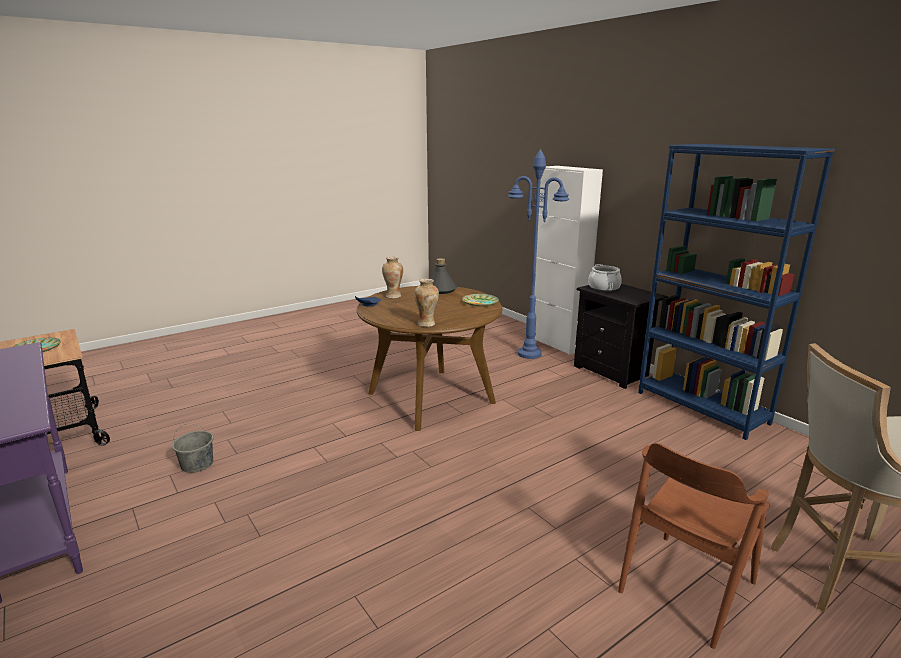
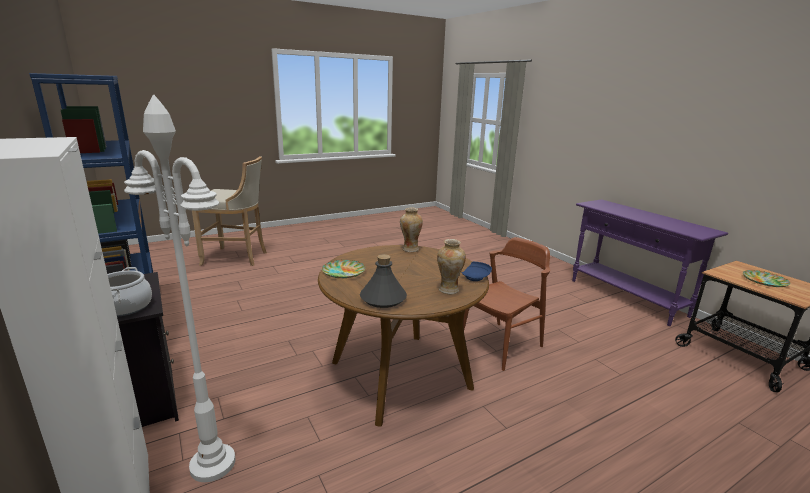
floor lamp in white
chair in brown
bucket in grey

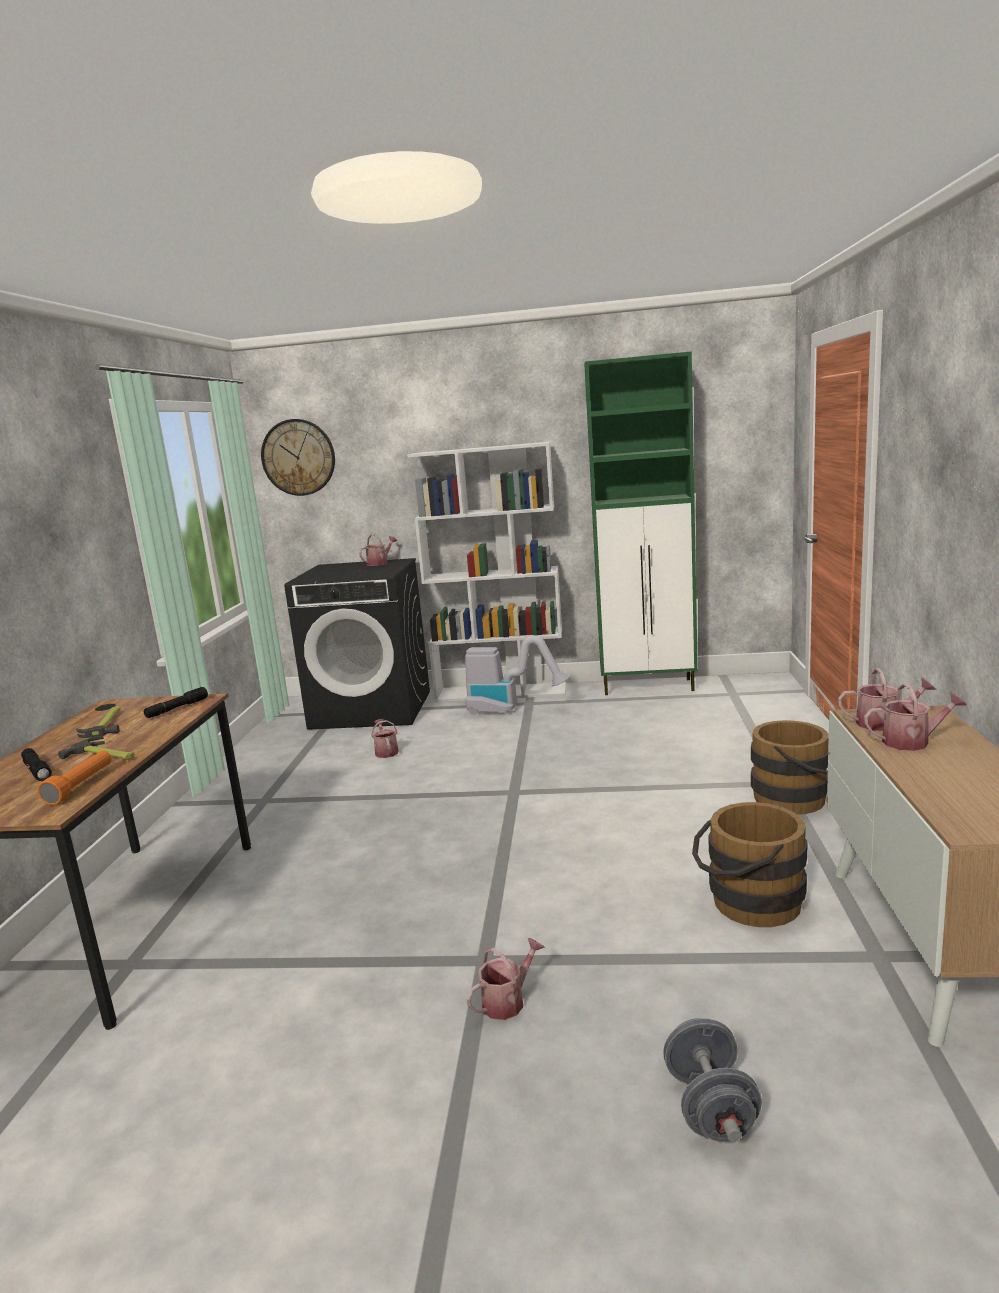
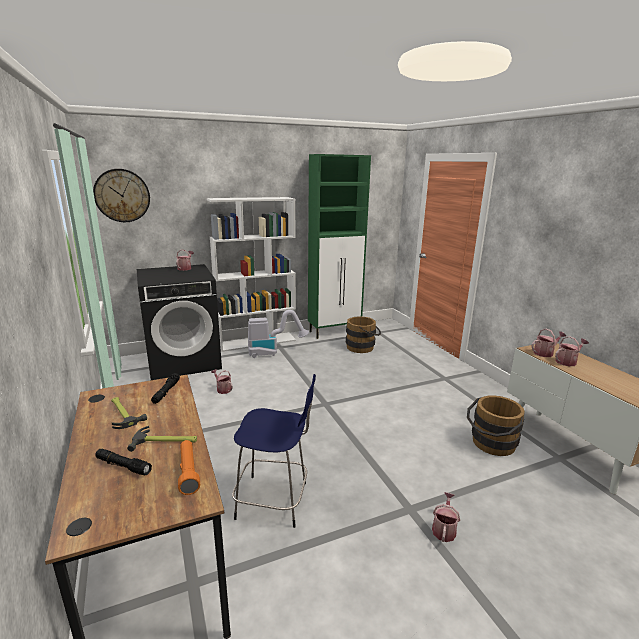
stool in blue
bucket in brown (no. 1 from left)
dumbbell in grey

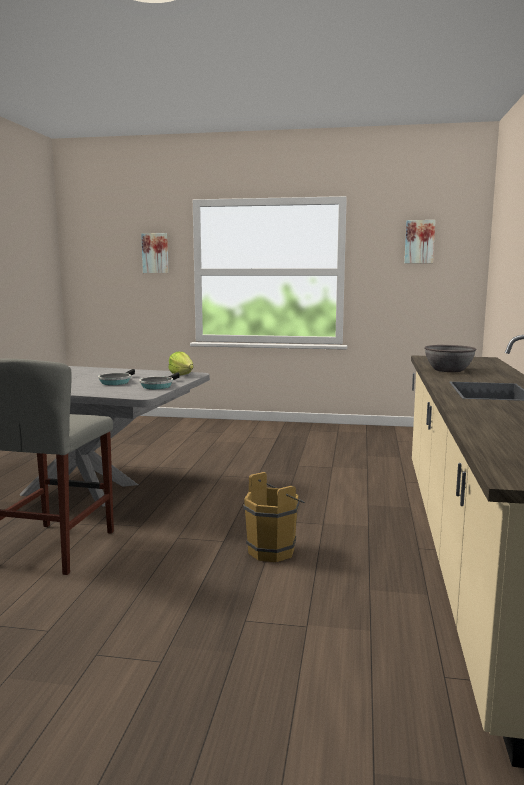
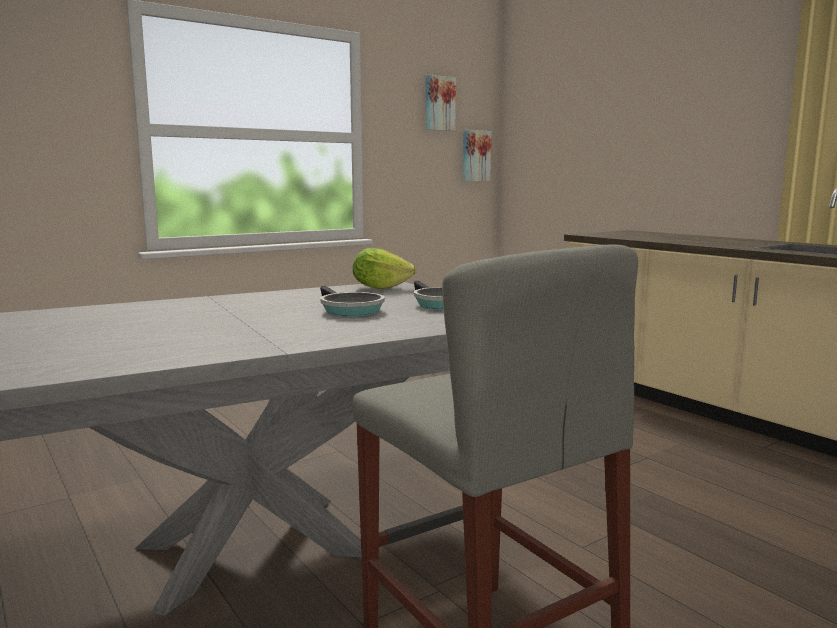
picture (no. 2 from left)
bucket in brown
bowl in grey

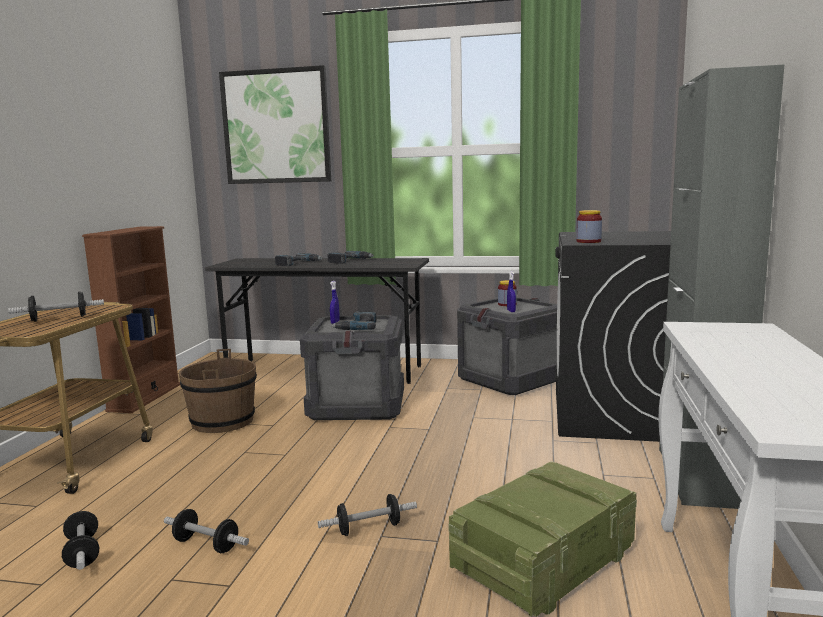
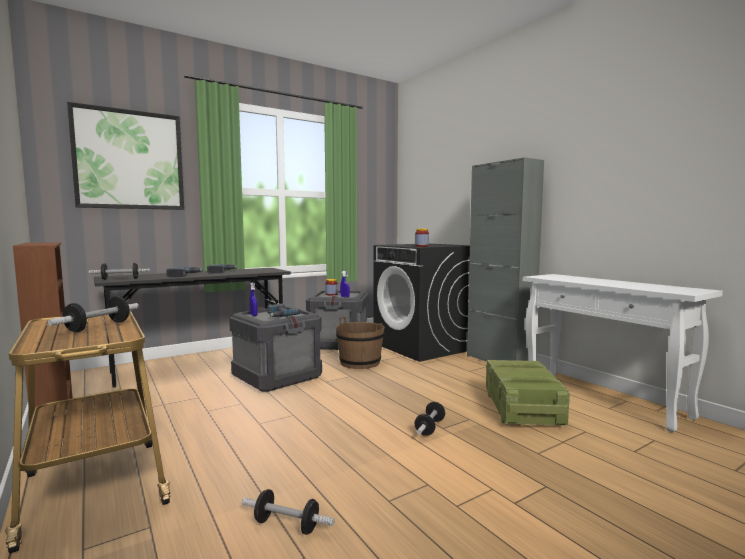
dumbbell (no. 2 from left)
bucket in brown

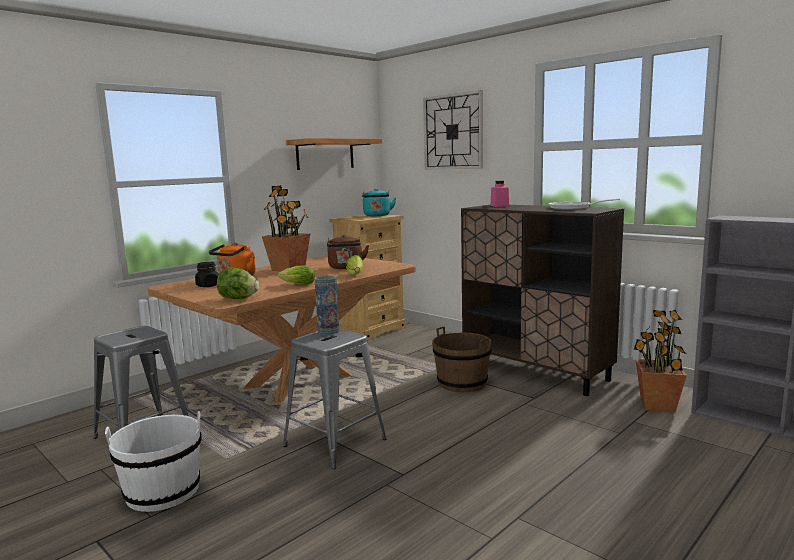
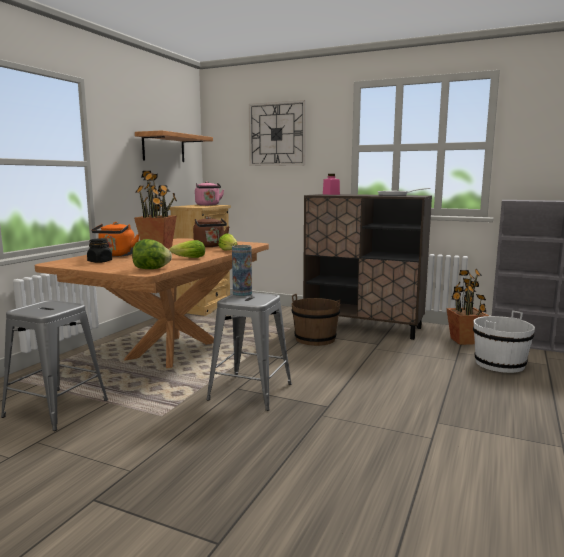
kettle in pink
bucket in white

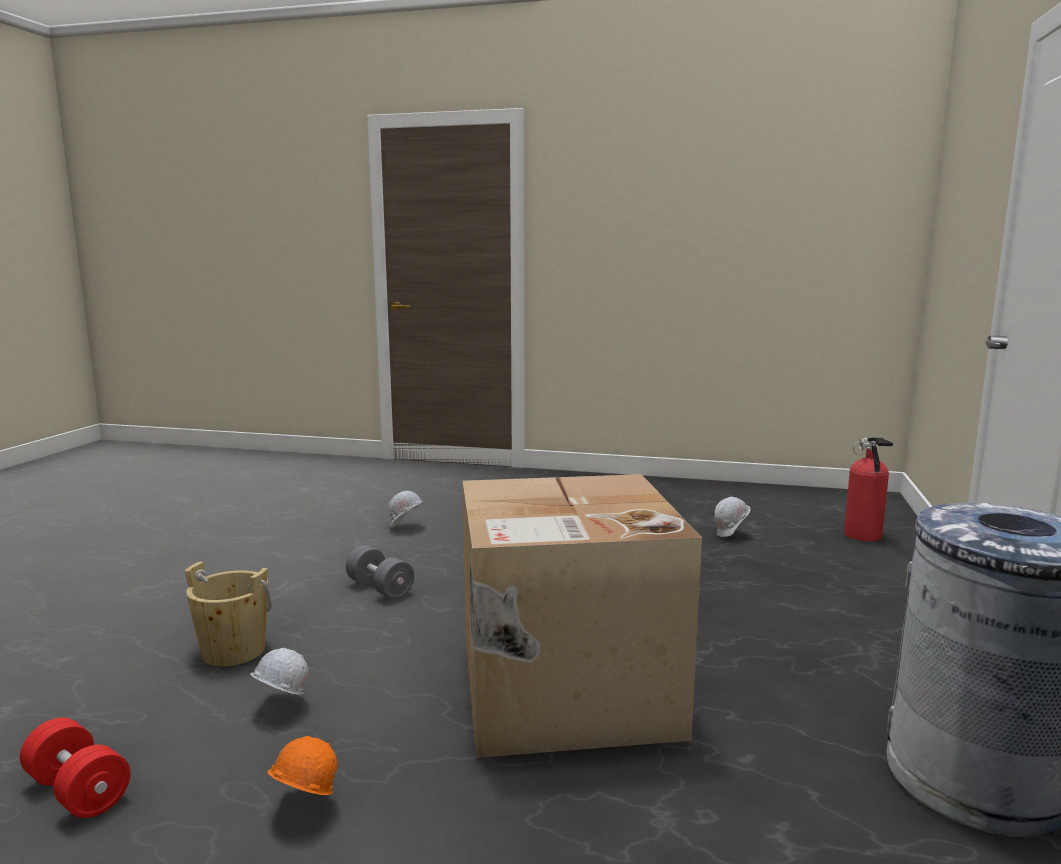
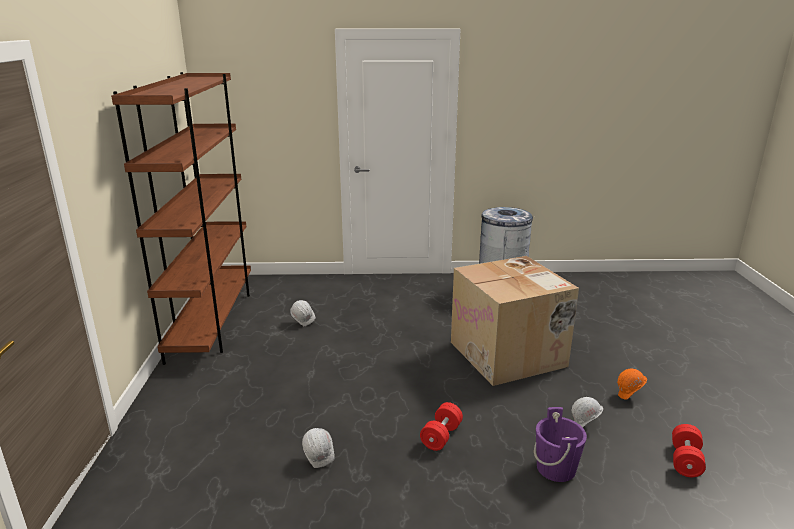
bookcase in brown
dumbbell in red (no. 1 from left)
bucket in purple
fire extinguisher

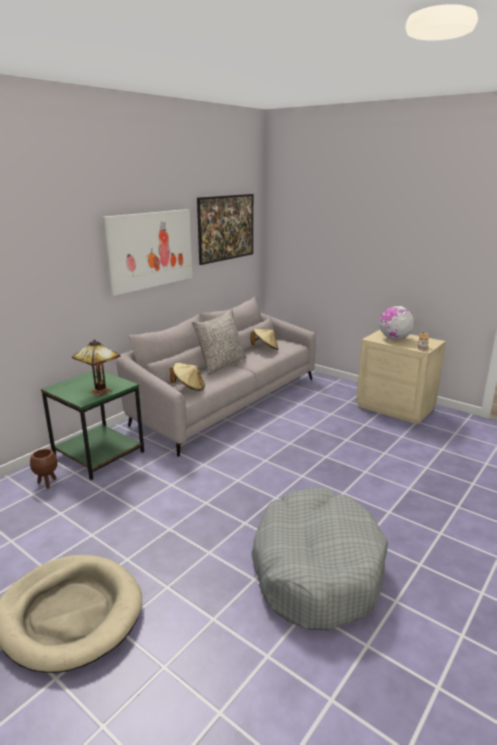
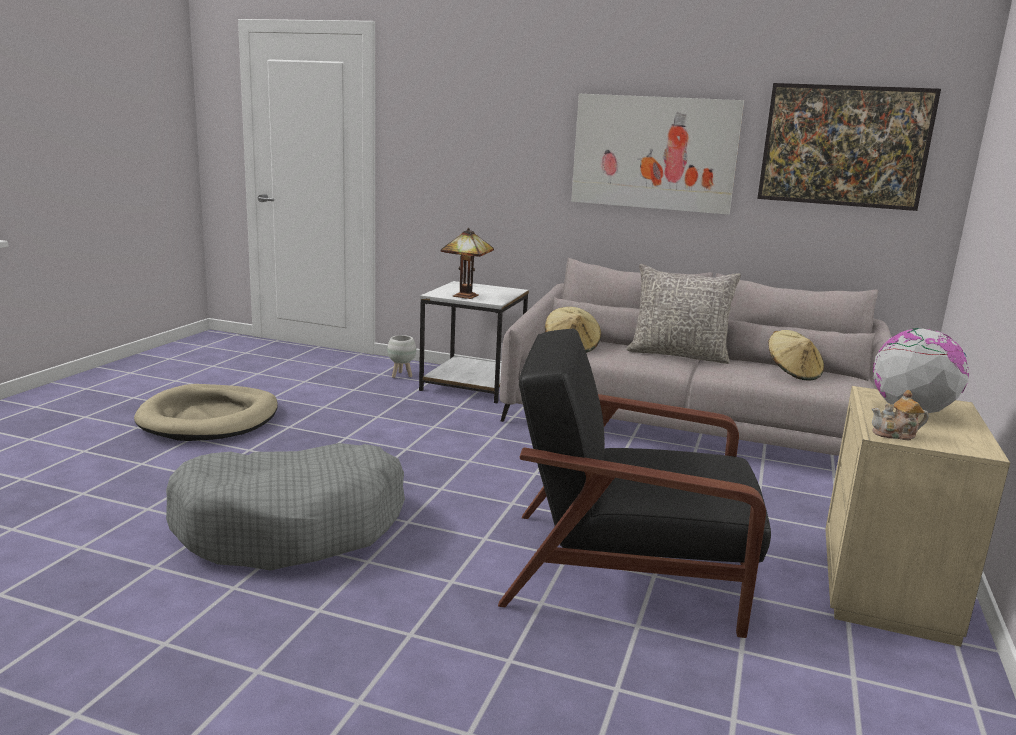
planter in white
side table in white
armchair in black

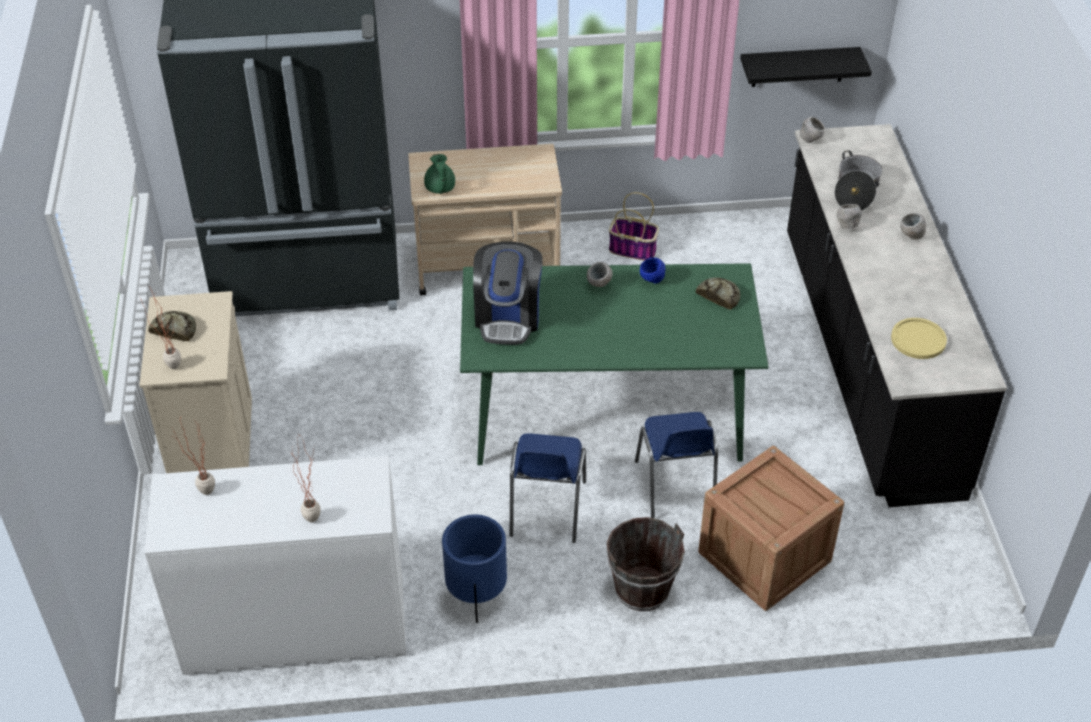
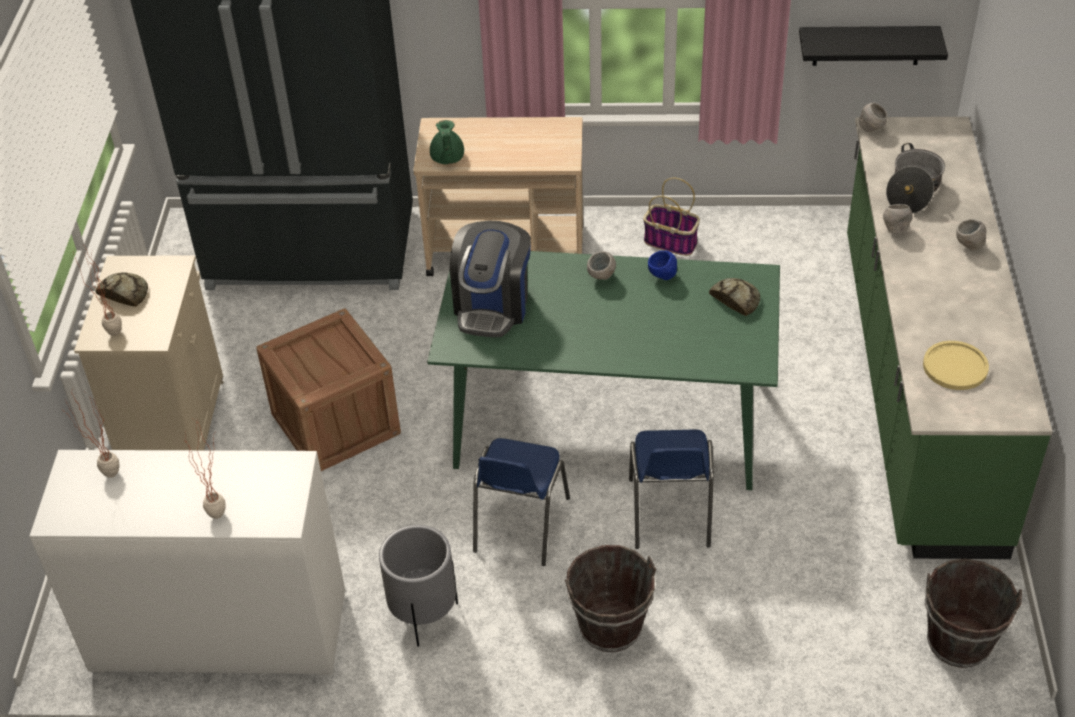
crate
planter in grey
counter in green
bucket in brown (no. 2 from left)

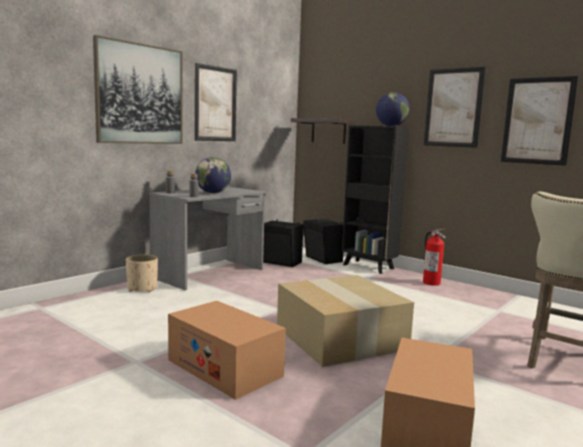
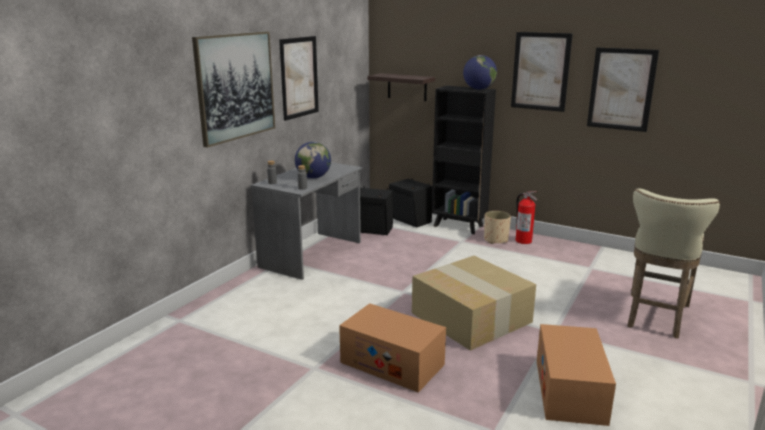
planter in beige

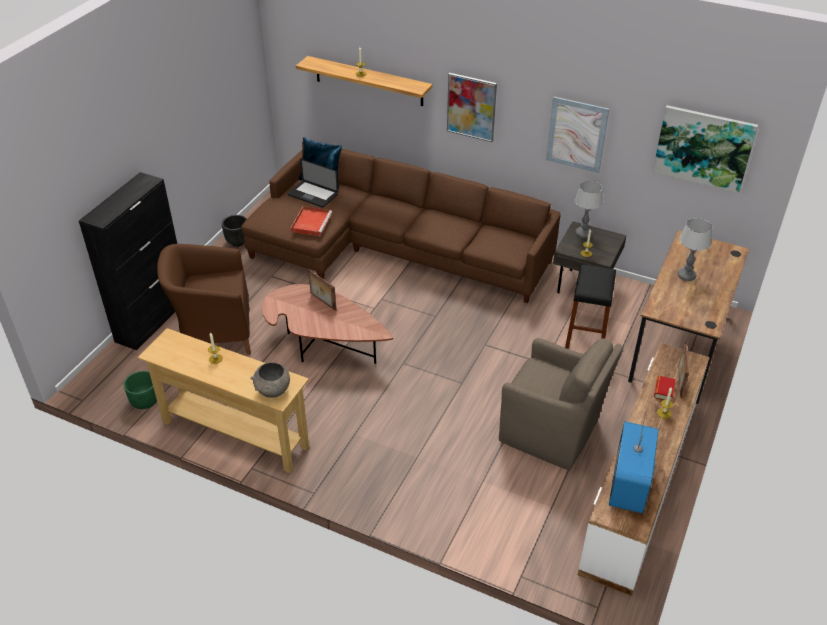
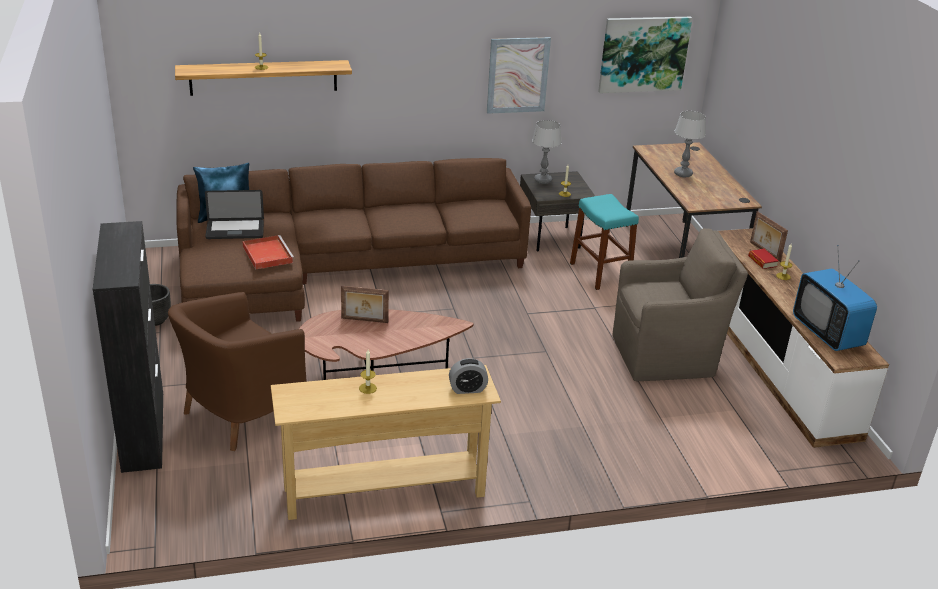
alarm clock
stool in turquoise
planter in green
picture (no. 1 from left in the first image)

